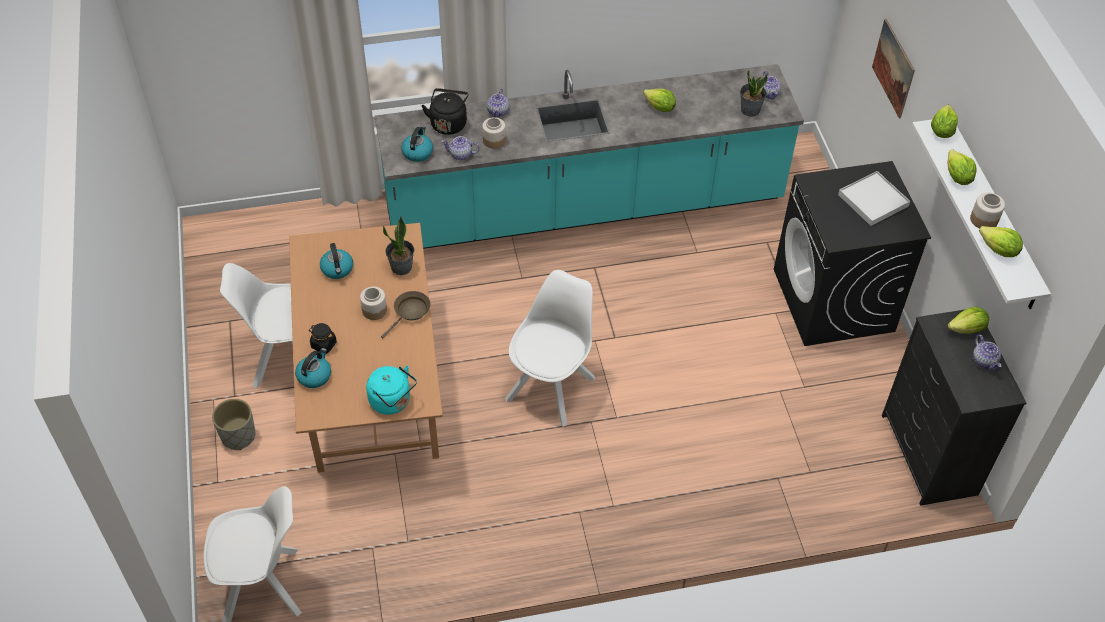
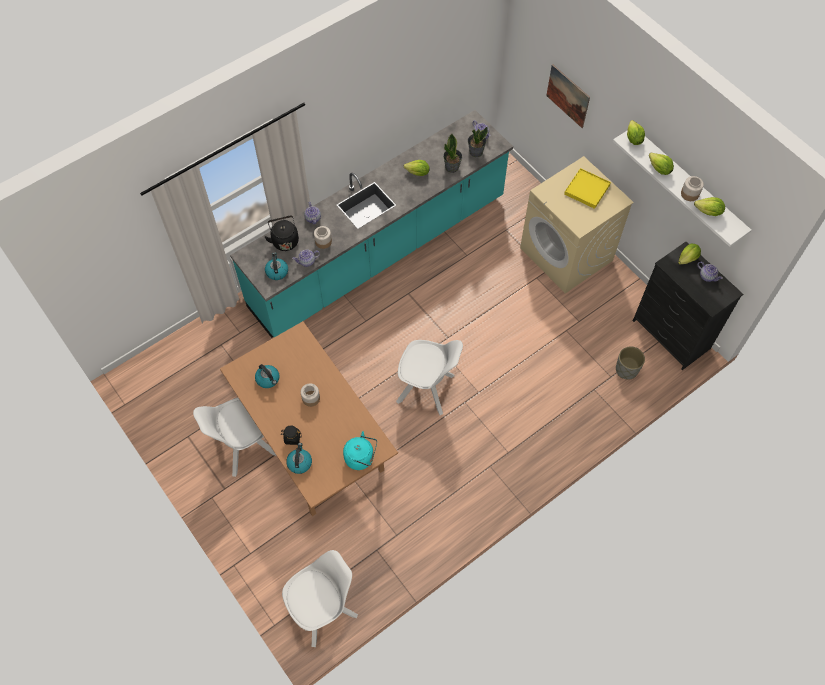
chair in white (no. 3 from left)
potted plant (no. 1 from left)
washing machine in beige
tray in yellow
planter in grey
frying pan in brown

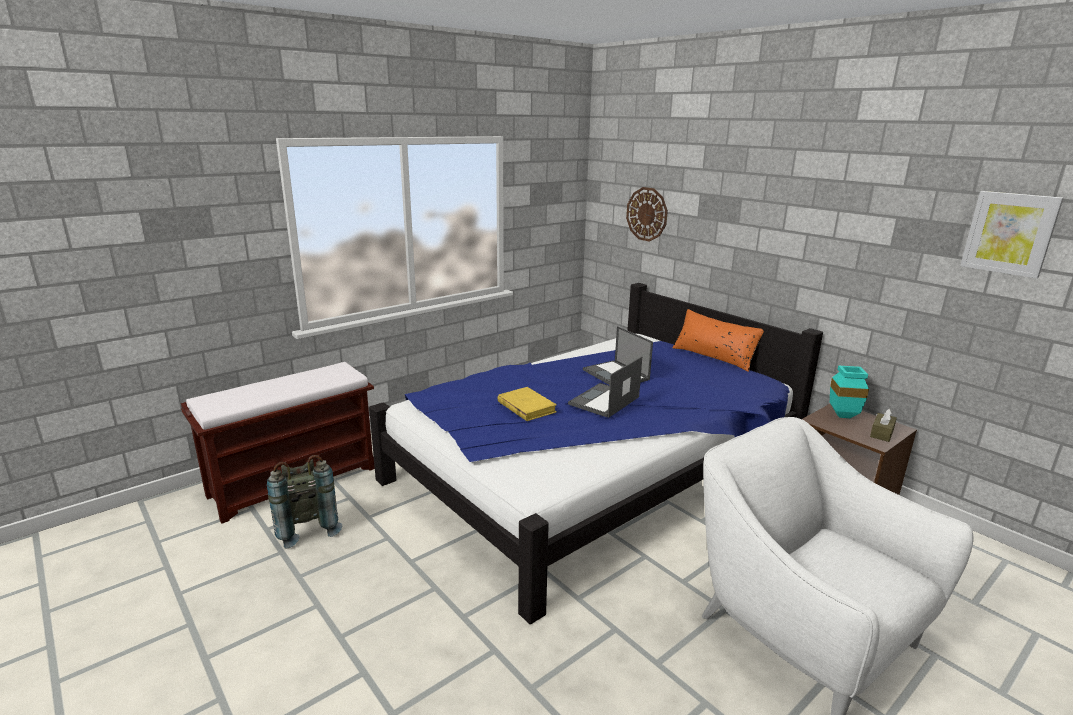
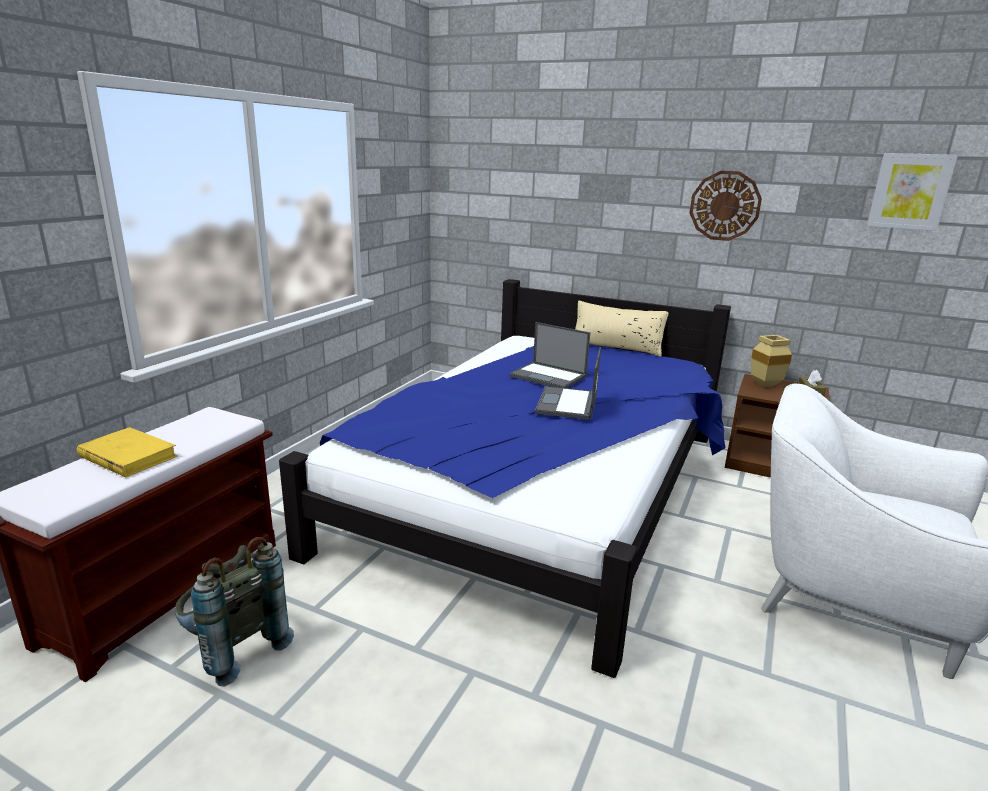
book in yellow
pillow in beige
wall clock
vase in beige

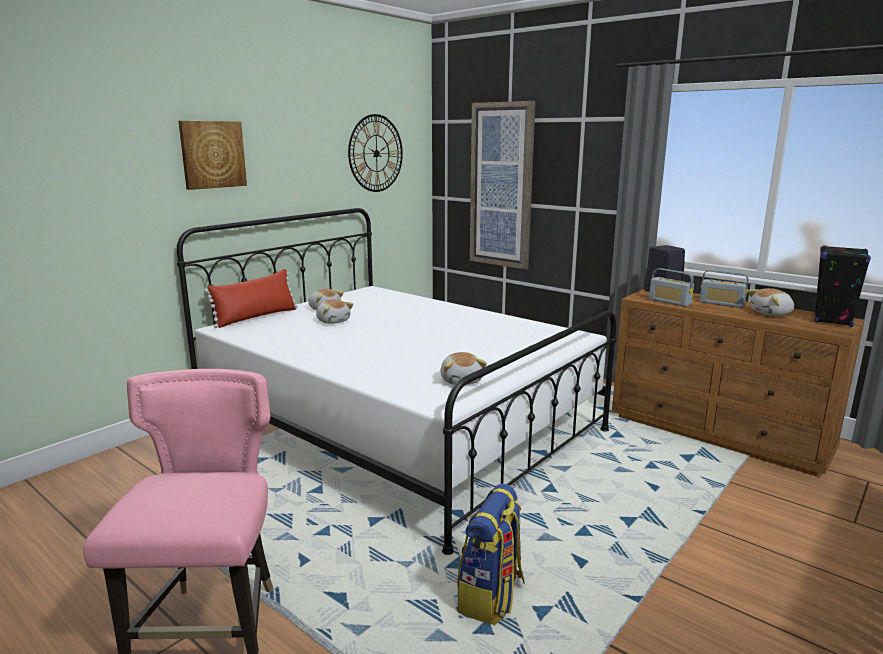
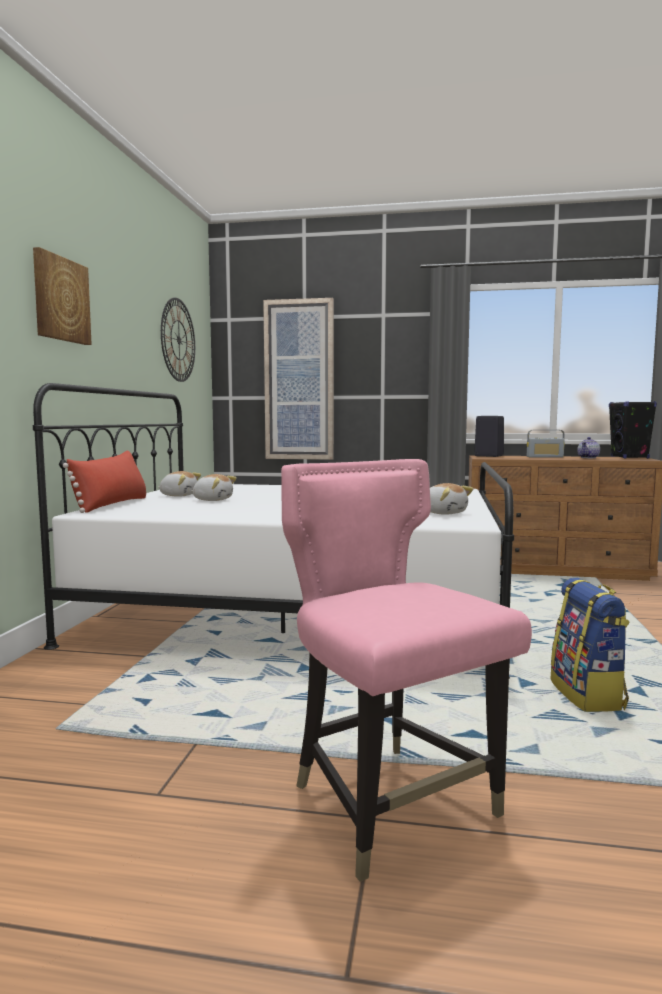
teapot
radio (no. 1 from left in the first image)

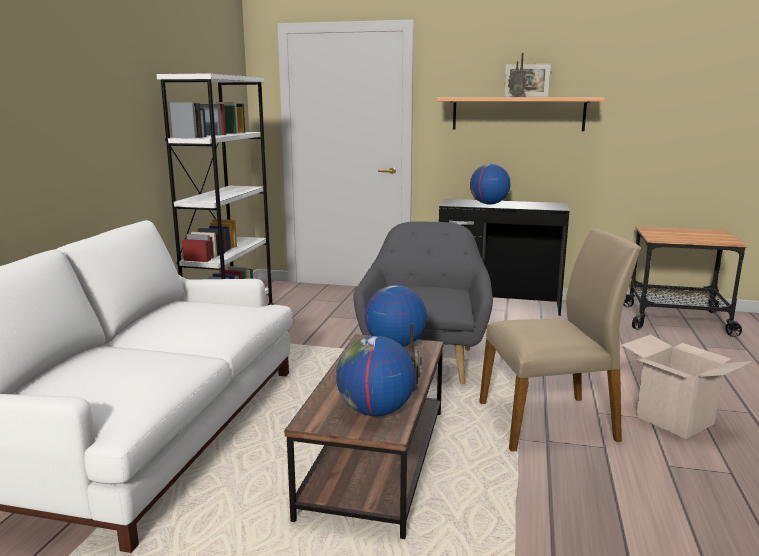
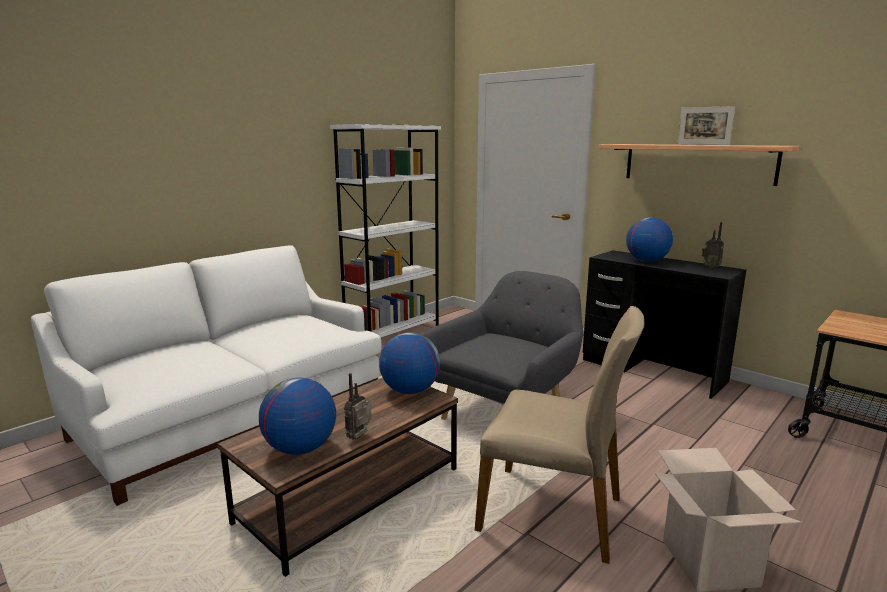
radio (no. 2 from left)

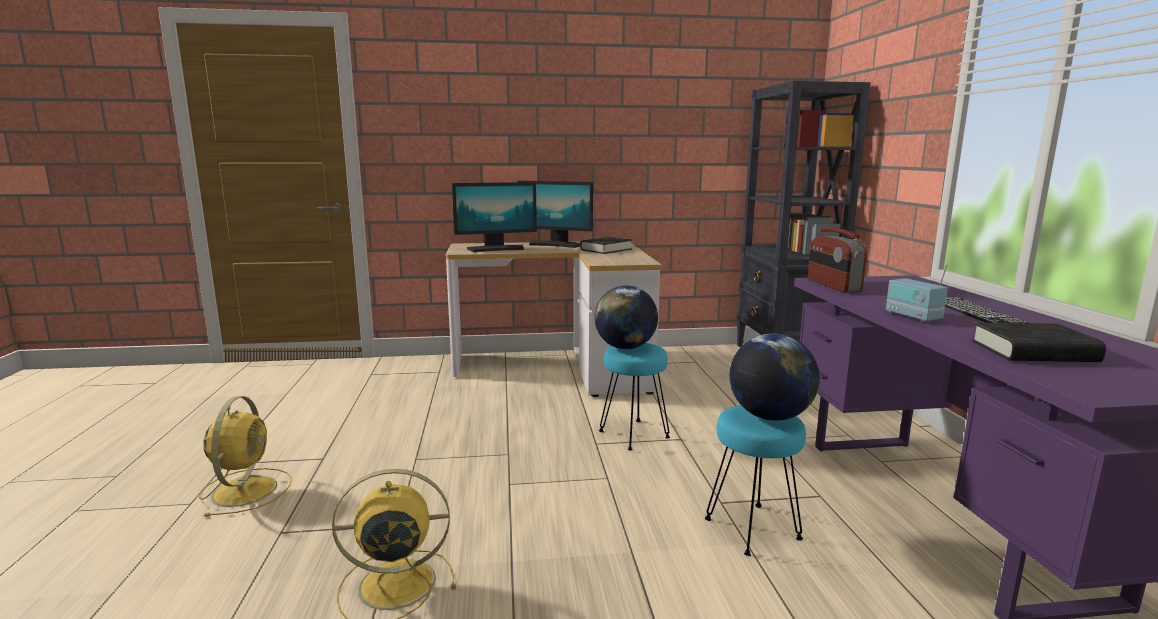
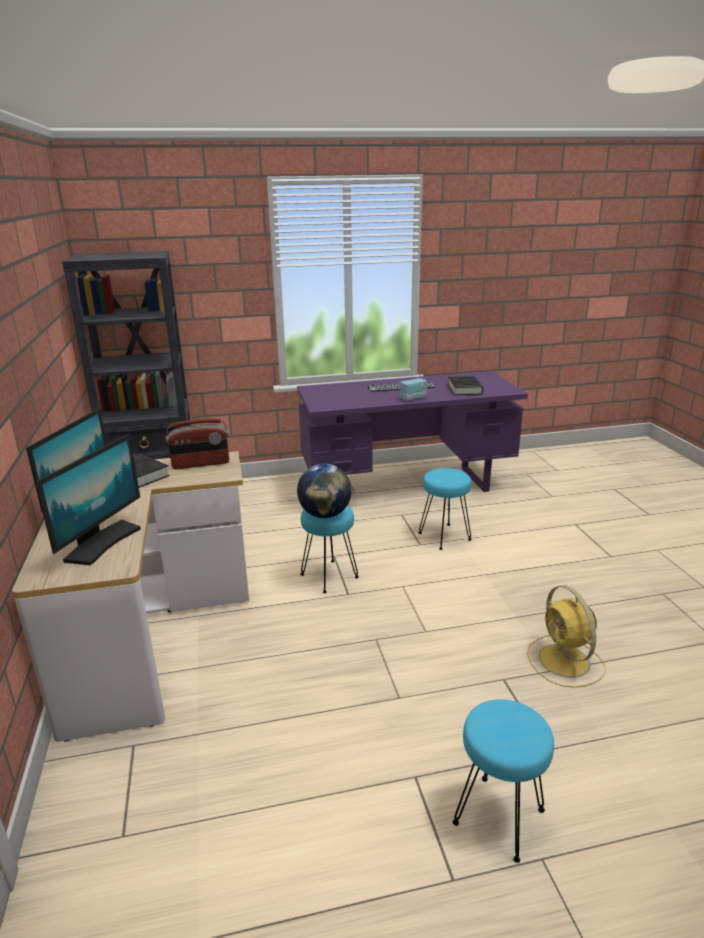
monitor (no. 2 from left)
radio (no. 1 from left)
stool in turquoise (no. 3 from left)
globe (no. 2 from left in the first image)

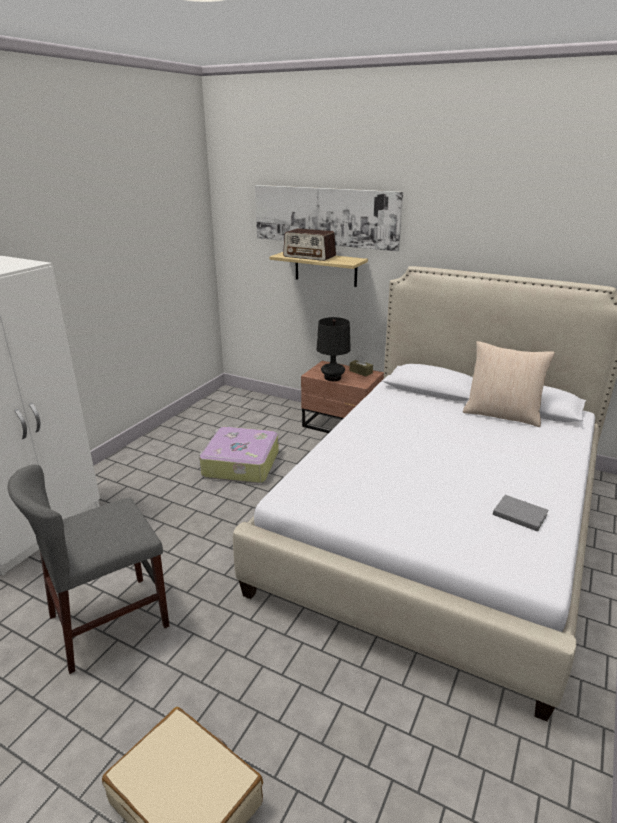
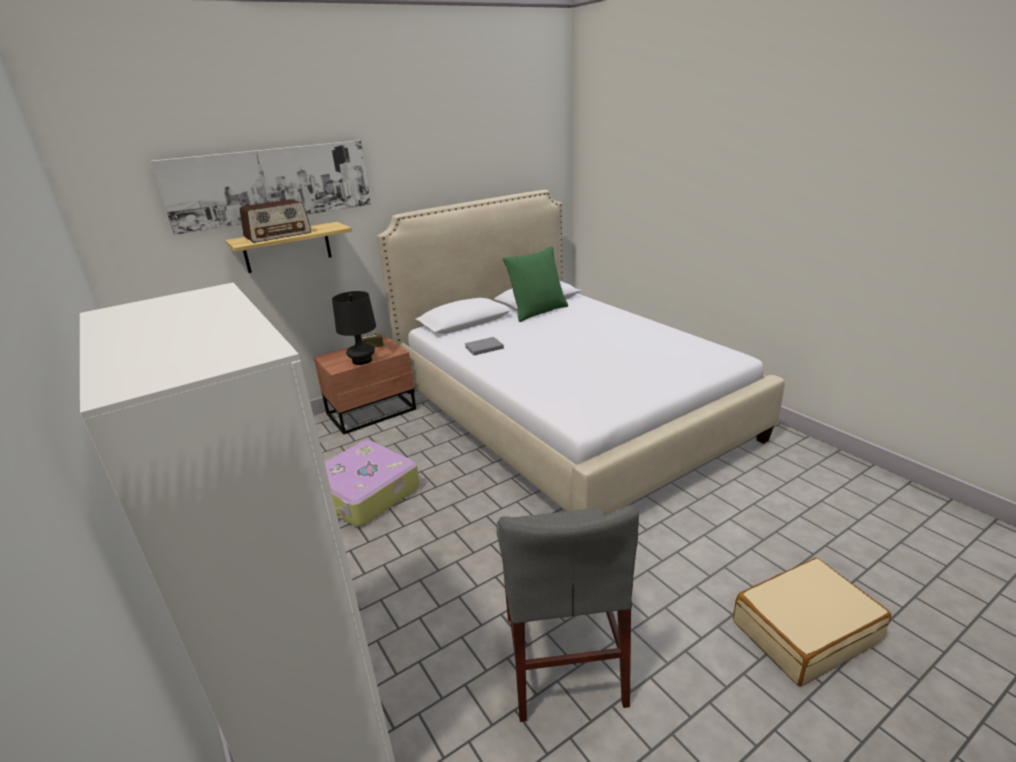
book in grey
pillow in green

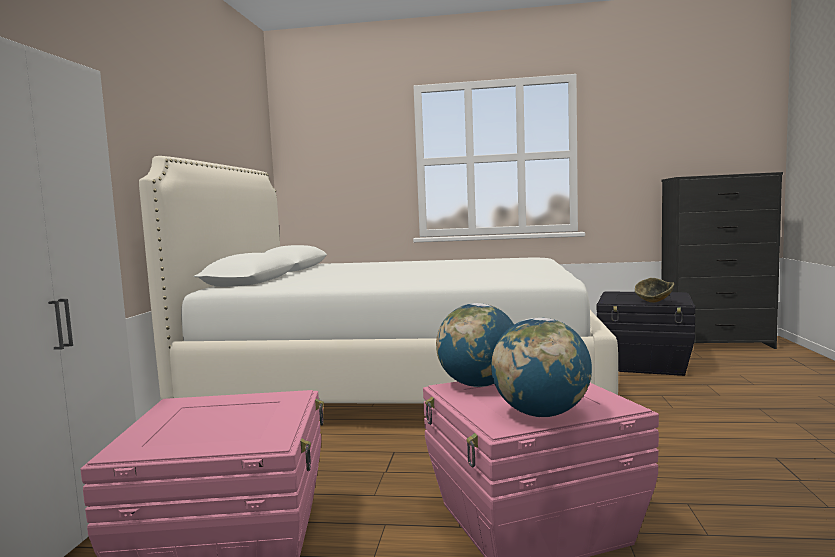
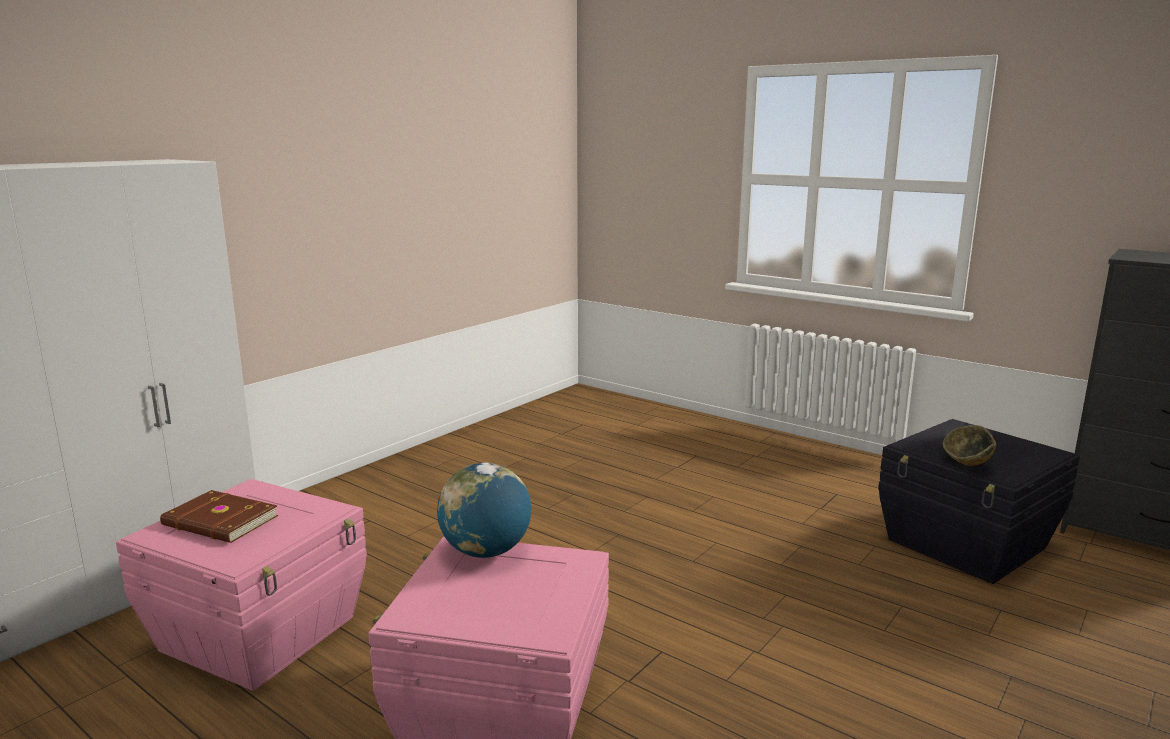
book in brown
bed in white
globe (no. 2 from left in the first image)

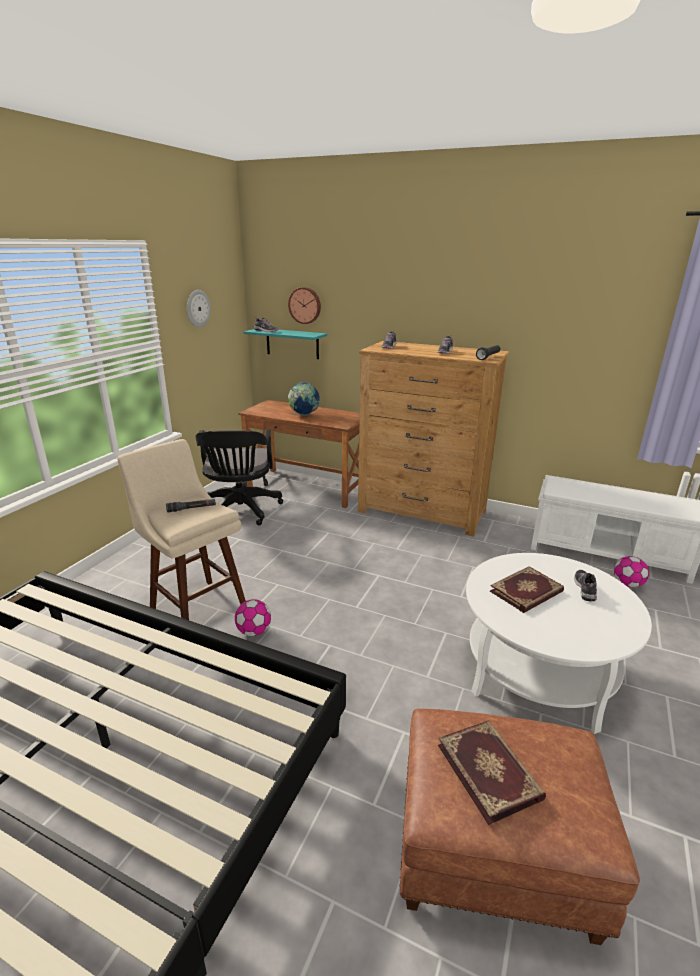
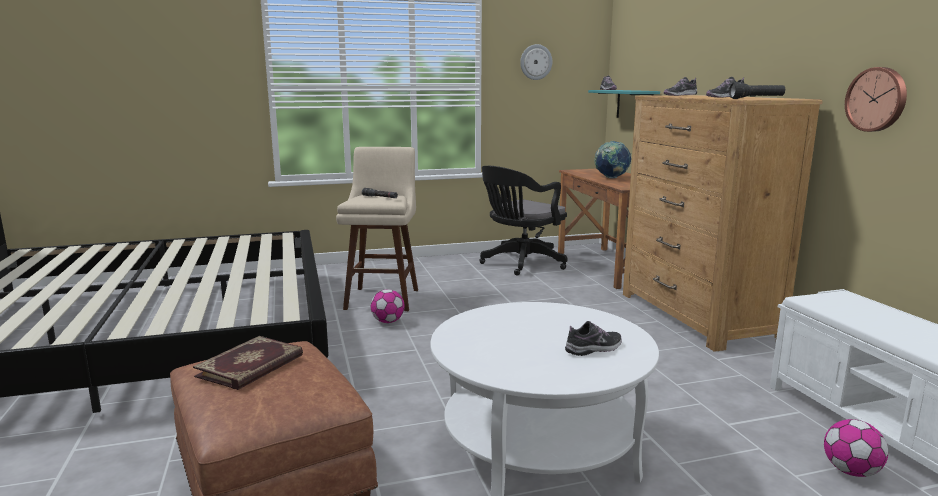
wall clock (no. 2 from left)
book (no. 2 from left in the first image)

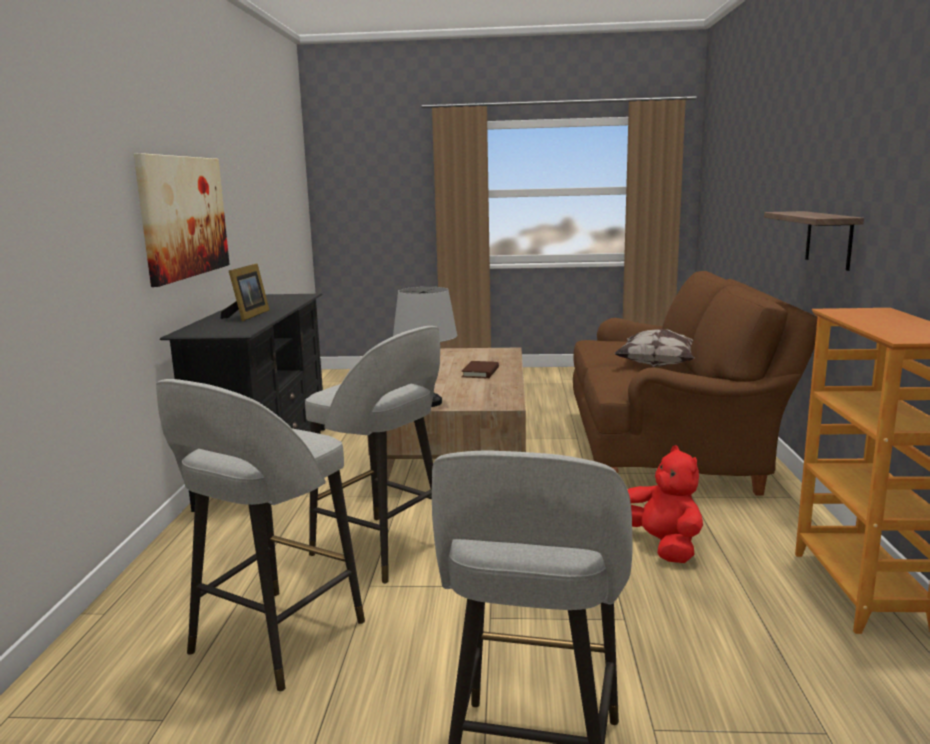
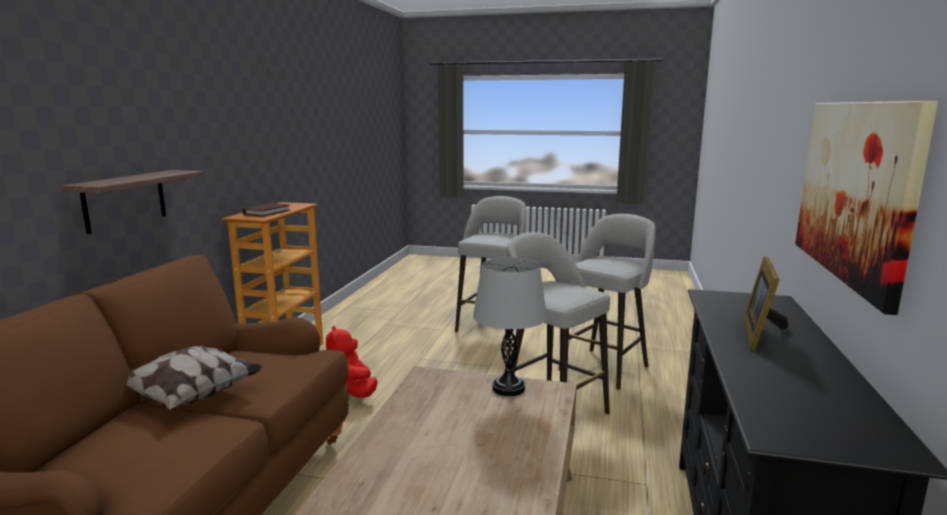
book in brown

